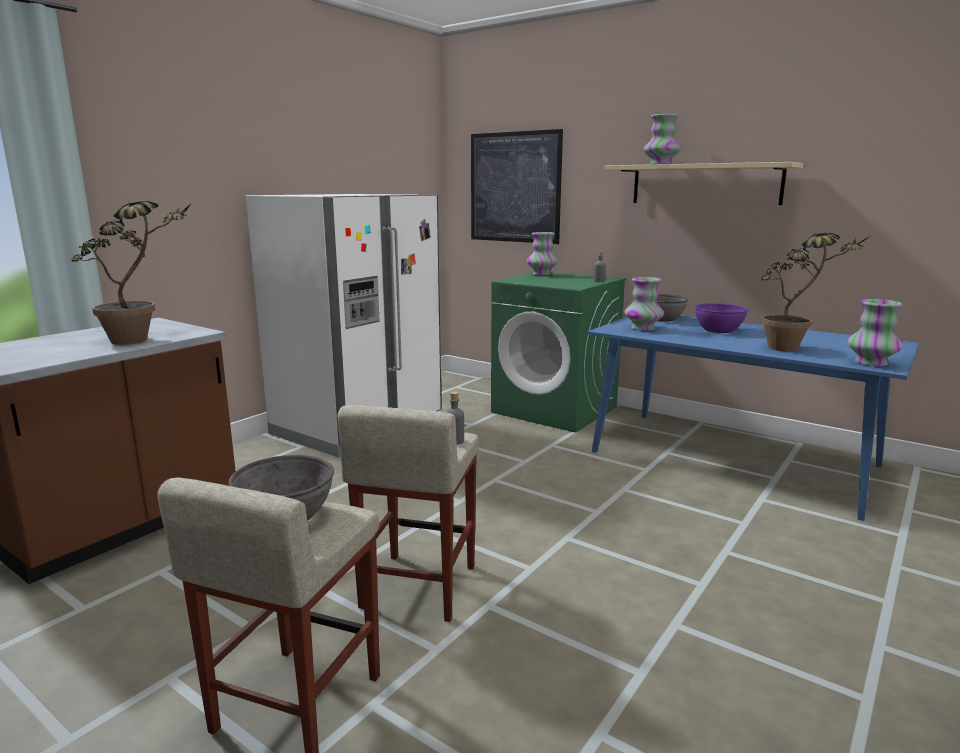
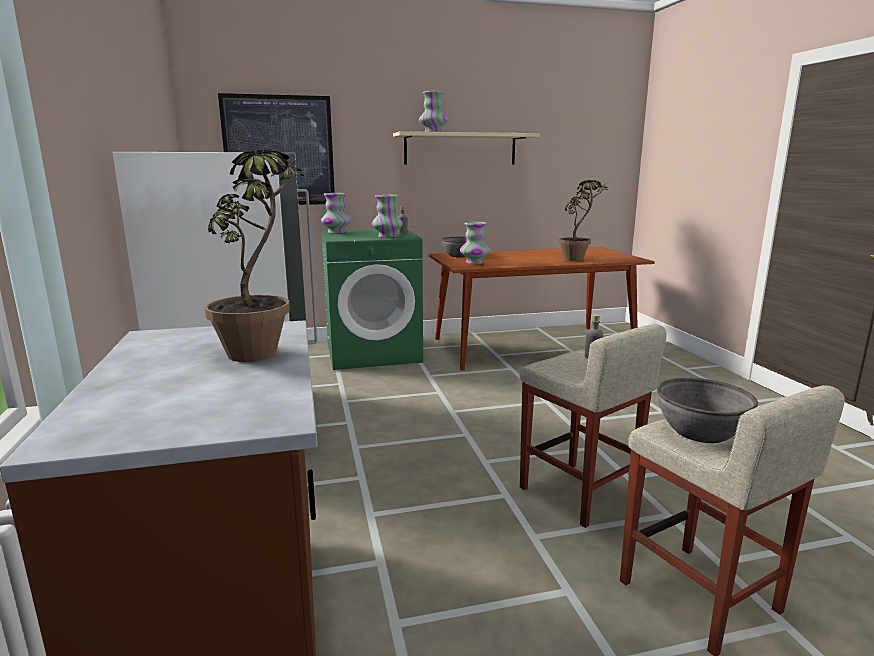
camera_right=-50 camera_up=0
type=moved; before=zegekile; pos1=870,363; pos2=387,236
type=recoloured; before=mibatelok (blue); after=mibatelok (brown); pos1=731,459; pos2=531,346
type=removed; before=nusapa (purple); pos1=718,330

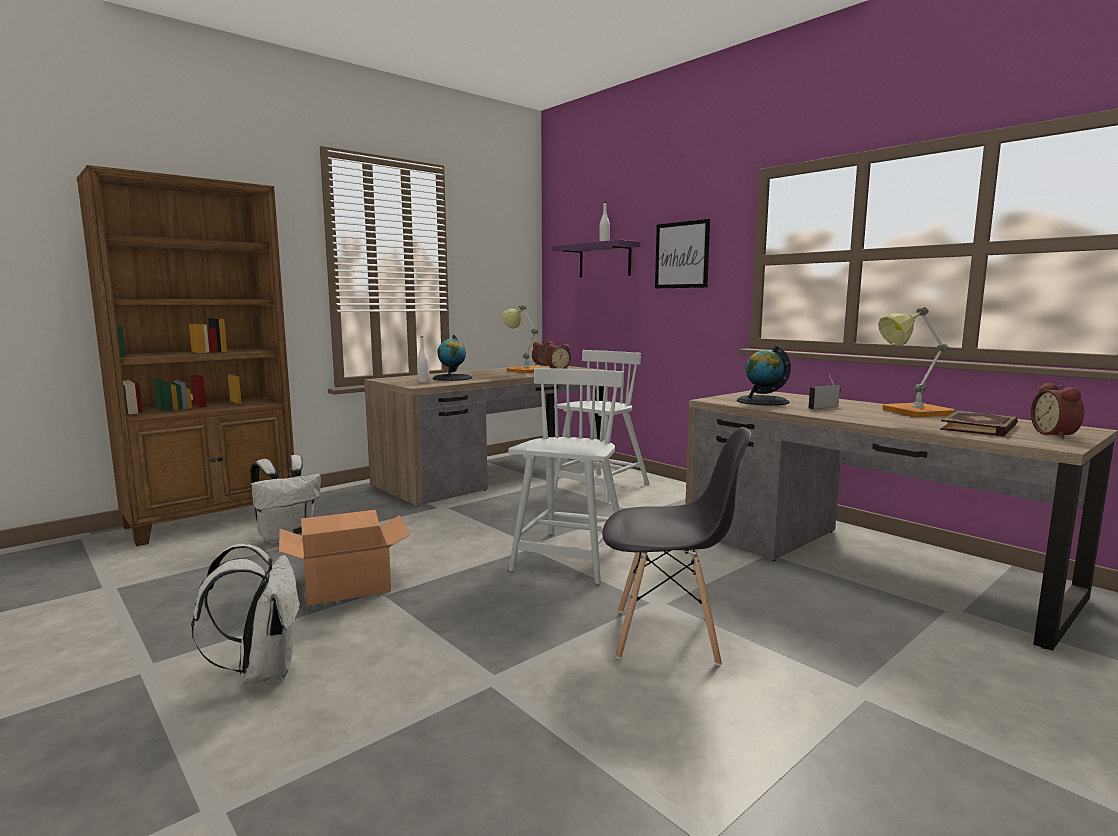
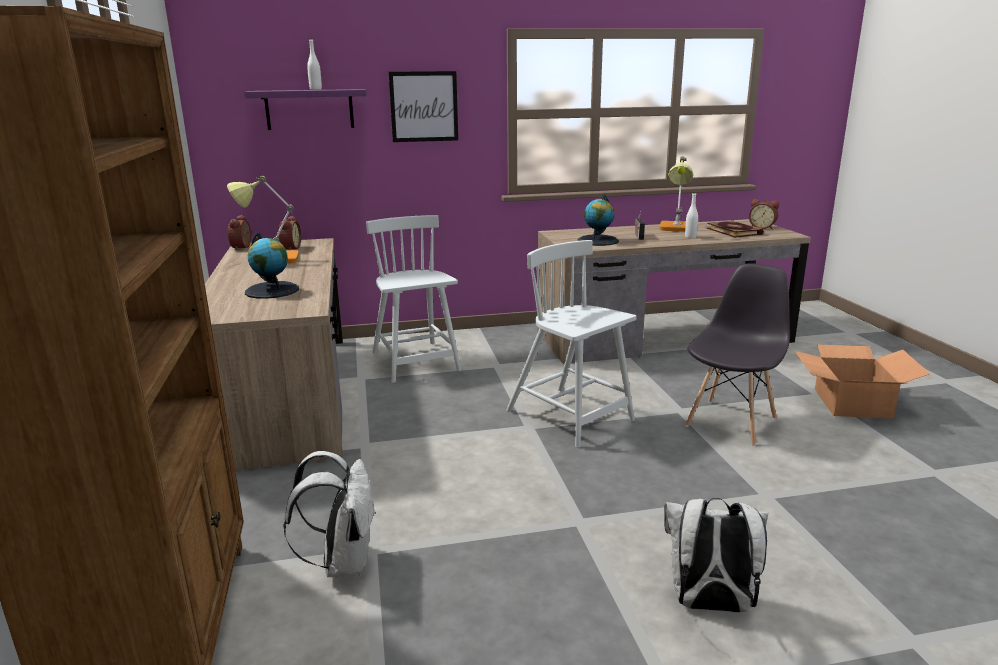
camera_right=-60 camera_up=10
type=moved; before=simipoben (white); pos1=423,381; pos2=690,237
type=moved; before=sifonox; pos1=346,584; pos2=851,403

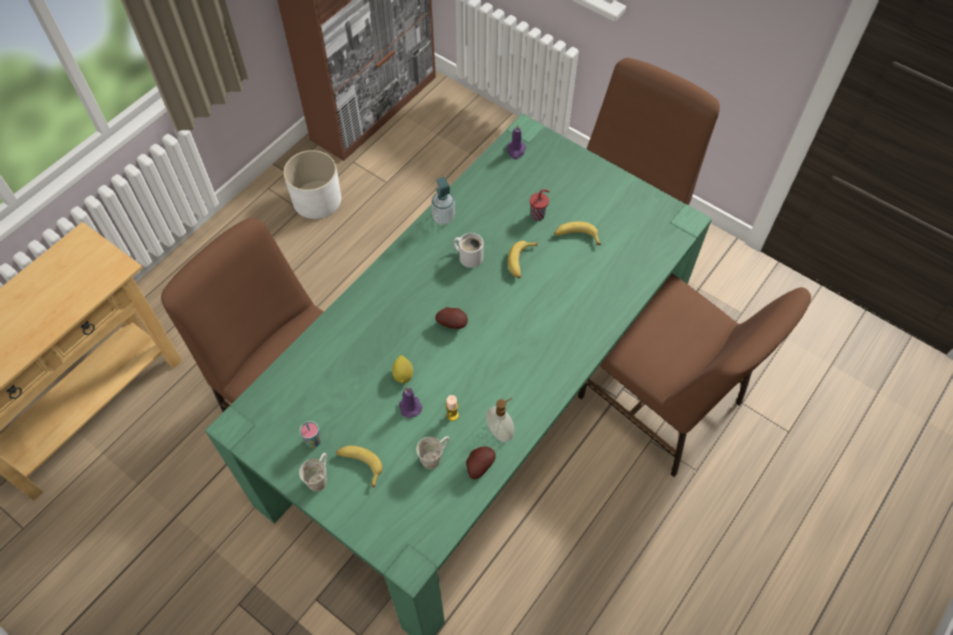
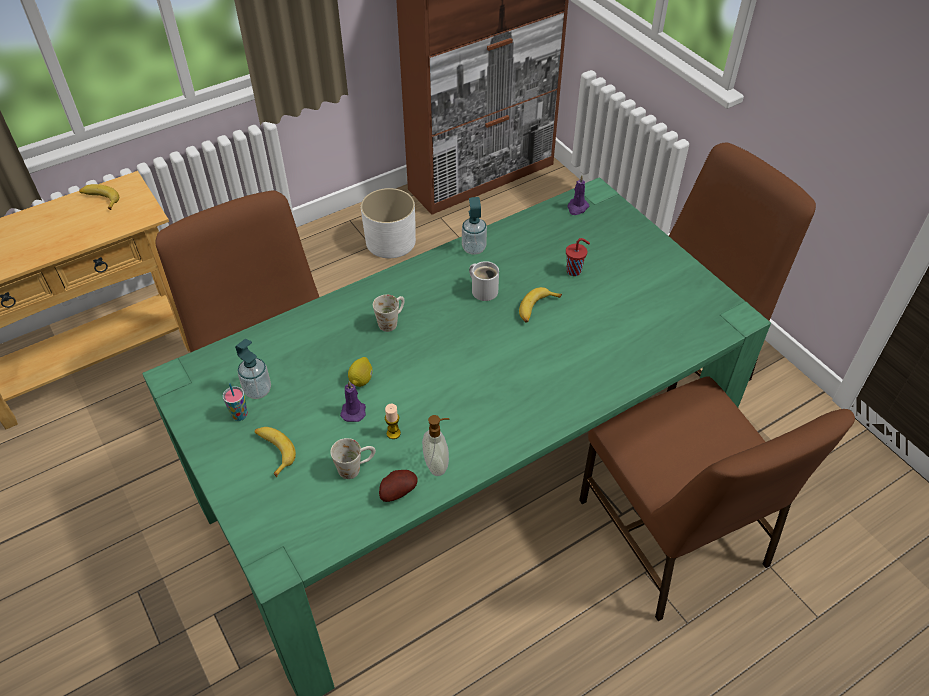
camera_right=20 camera_up=-10
type=moved; before=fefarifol; pos1=576,236; pos2=100,199
type=added; after=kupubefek; pos2=258,390
type=moved; before=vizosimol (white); pos1=319,476; pos2=391,321
type=removed; before=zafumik; pos1=453,323

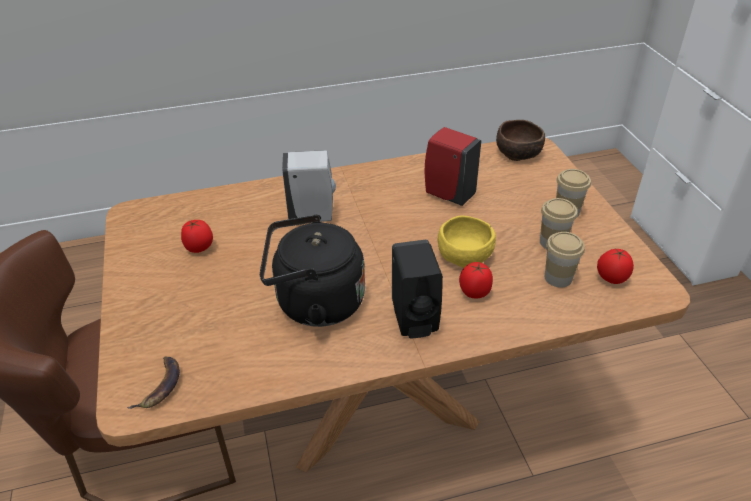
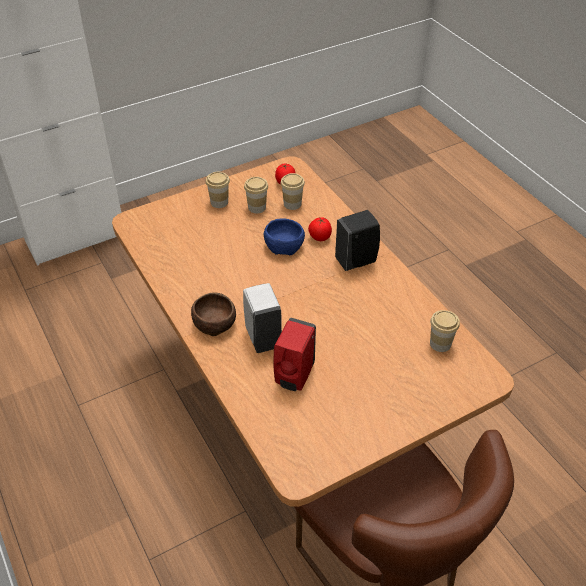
camera_right=-105 camera_up=5
type=moved; before=nusapa (brown); pos1=519,153; pos2=215,322
type=recoloured; before=nusapa (yellow); after=nusapa (blue); pos1=466,255; pos2=283,245
type=moved; before=kupubefek (red); pos1=448,194; pos2=294,377
type=added; after=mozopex; pos2=440,344
type=removed; before=fefarifol; pos1=160,386
type=removed; before=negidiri; pos1=199,248
type=removed; before=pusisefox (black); pos1=314,303

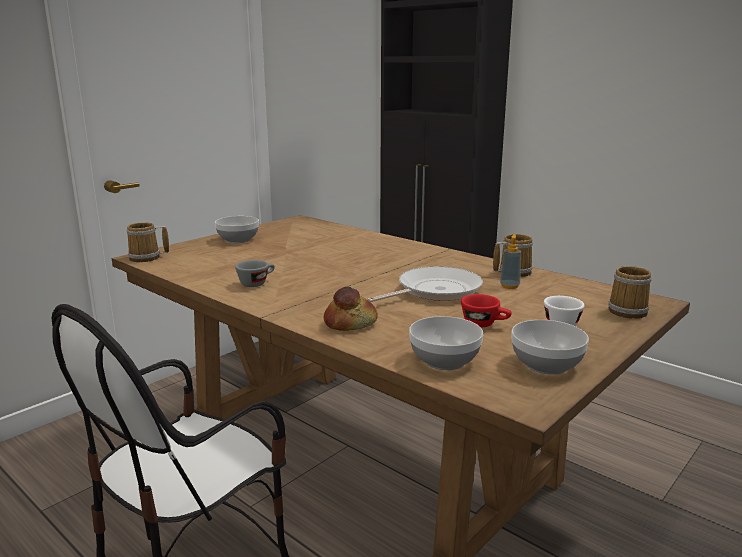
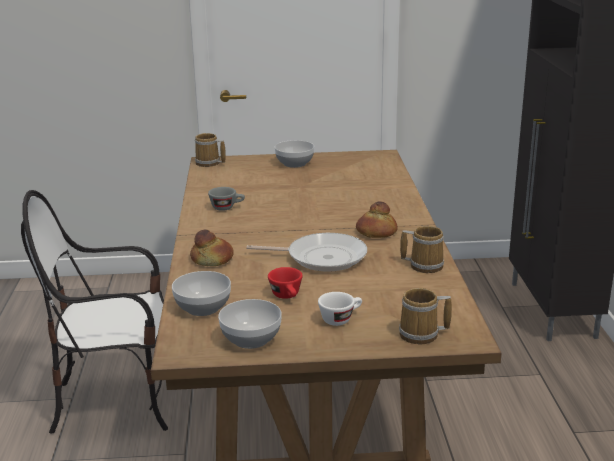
camera_right=45 camera_up=5
type=added; after=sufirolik; pos2=376,232
type=removed; before=kupubefek; pos1=509,286

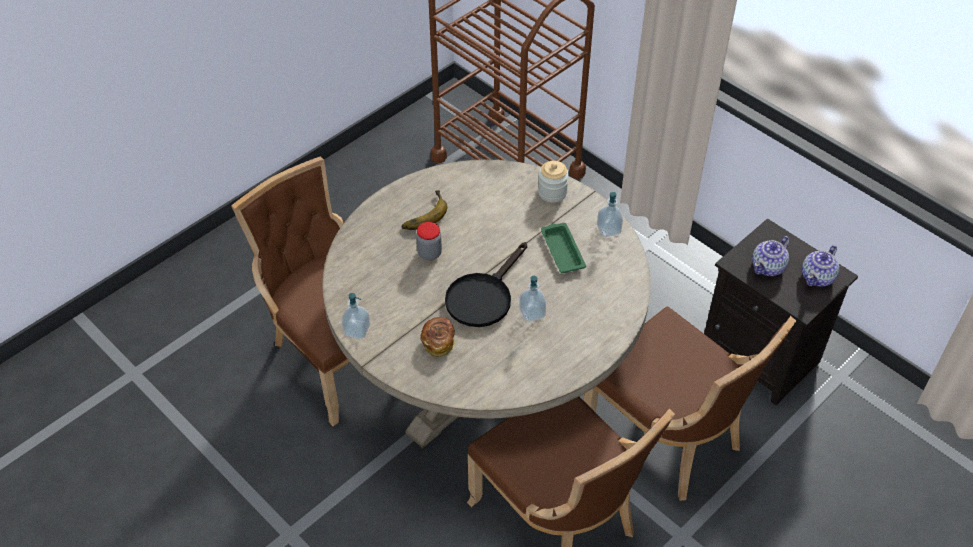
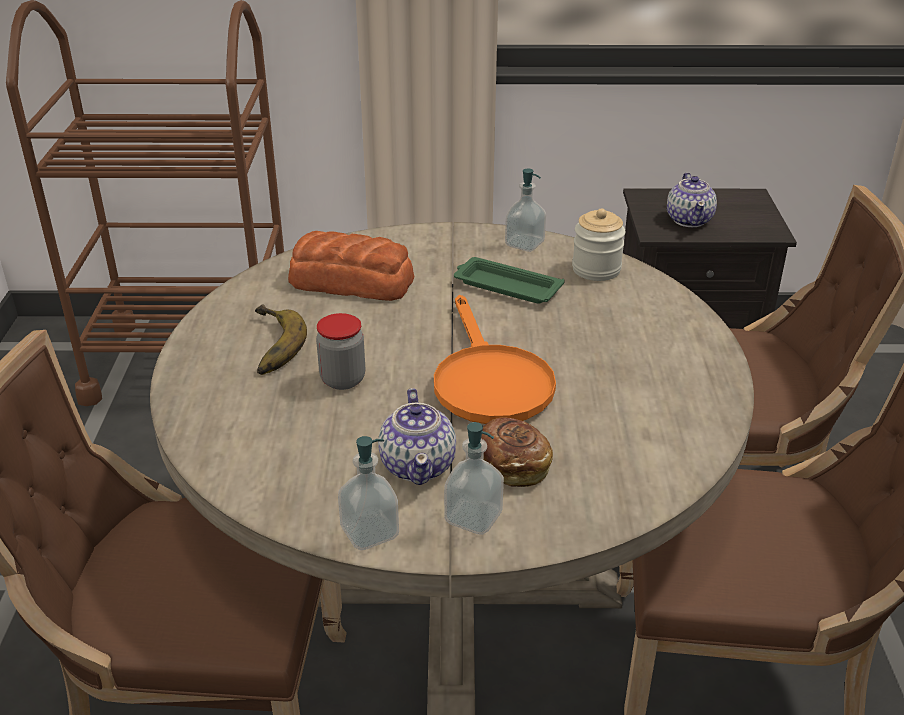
camera_right=-45 camera_up=-15
type=added; after=sufirolik; pos2=350,281
type=moved; before=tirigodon; pos1=818,277; pos2=418,465
type=recoloured; before=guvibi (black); after=guvibi (orange); pos1=483,296; pos2=488,381
type=moved; before=kupubefek; pos1=532,313; pos2=473,517
type=moved; before=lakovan; pos1=552,192; pos2=596,269

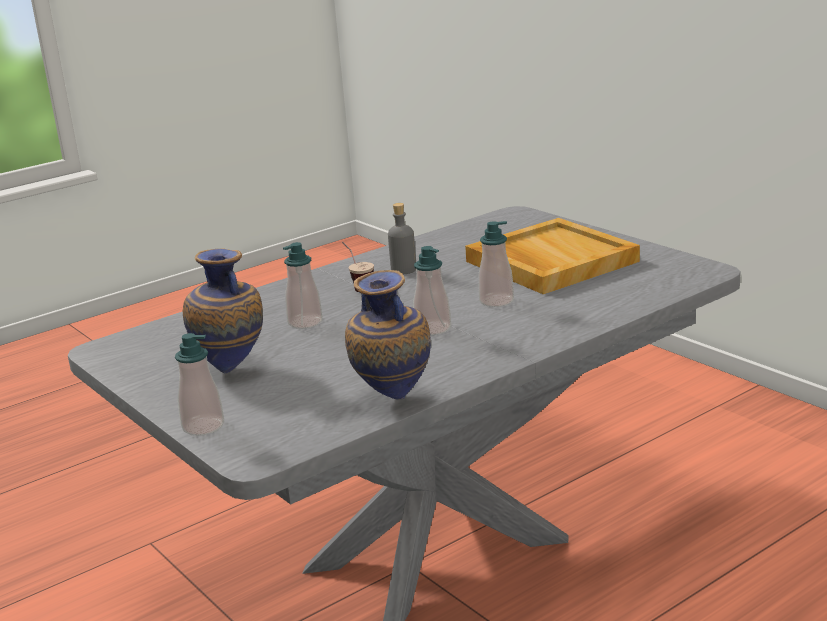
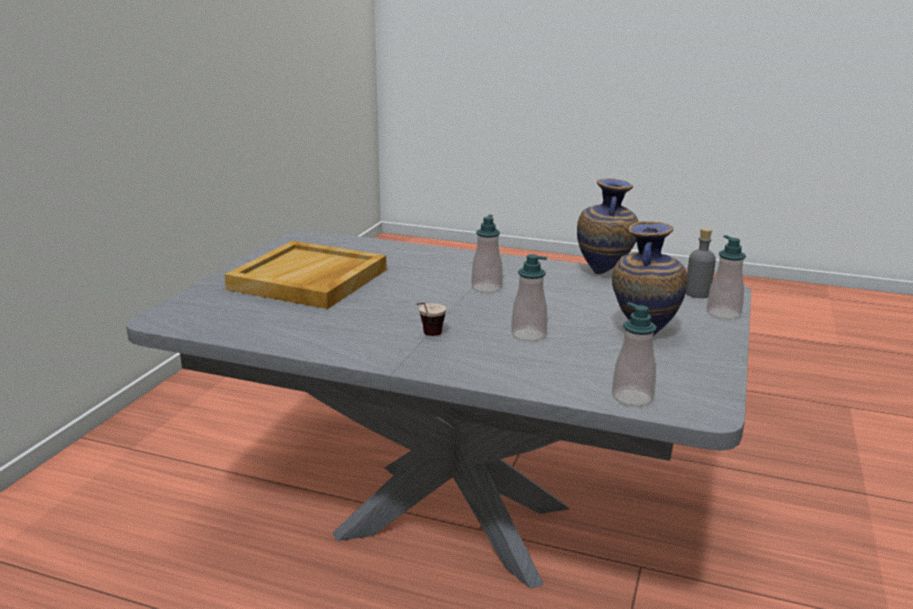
camera_right=-125 camera_up=0
type=moved; before=kupubefek; pos1=496,301; pos2=632,397
type=moved; before=simipoben (grey); pos1=403,270; pos2=697,293

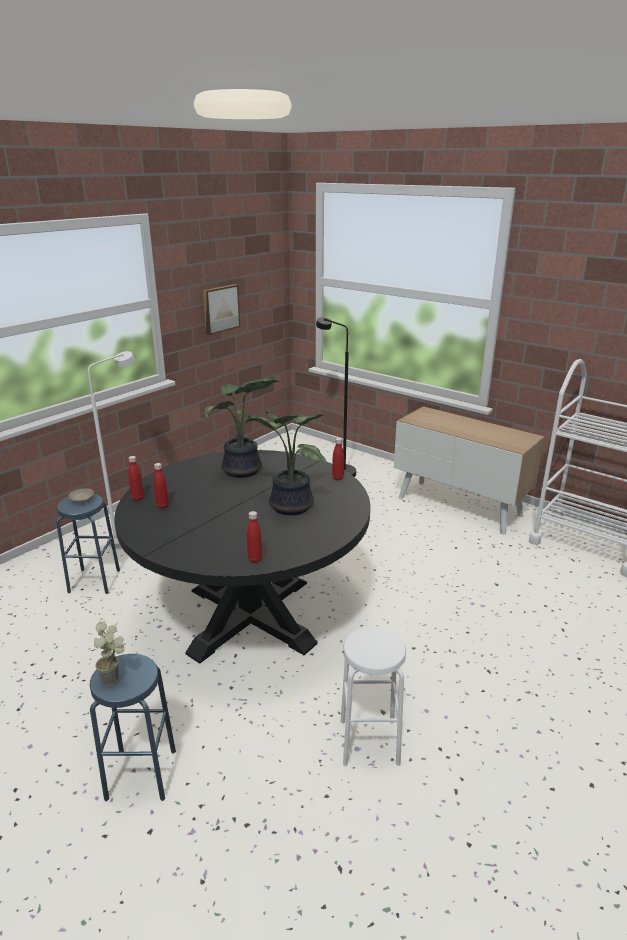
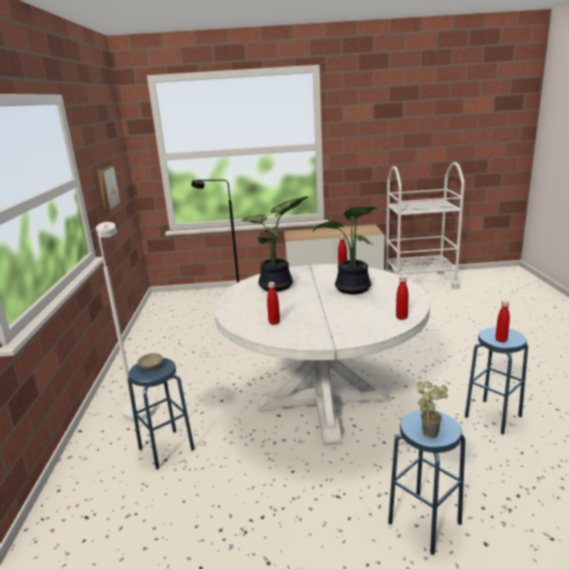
camera_right=-40 camera_up=-5
type=recoloured; before=mibatelok (black); after=mibatelok (white); pos1=251,616; pos2=323,401
type=recoloured; before=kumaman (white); after=kumaman (blue); pos1=369,742; pos2=493,416
type=moved; before=simipoben (red); pos1=137,498; pos2=501,340

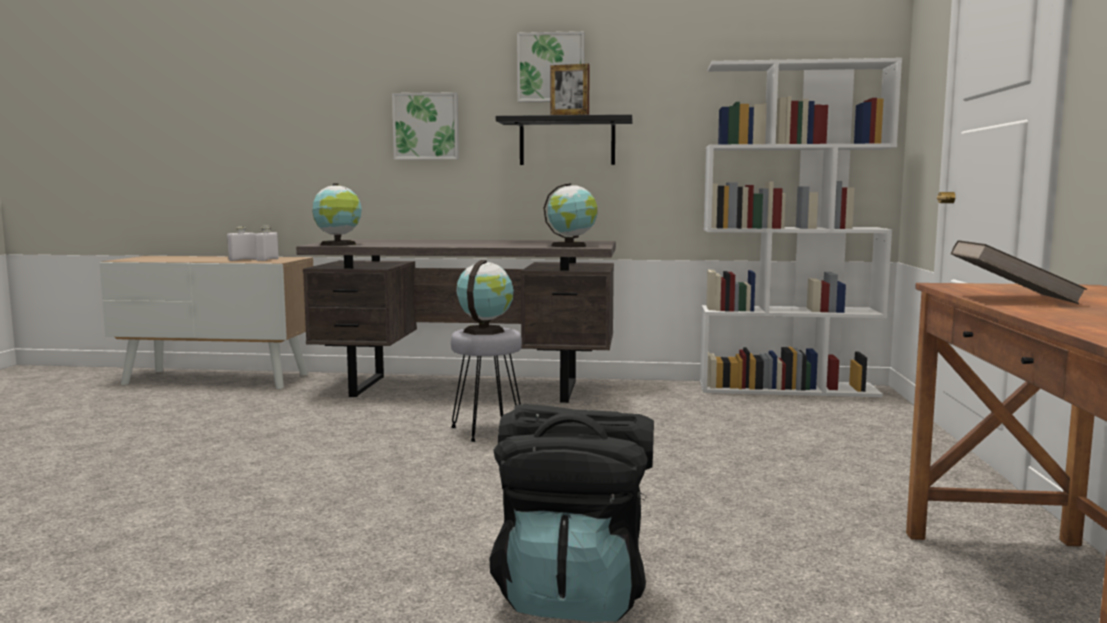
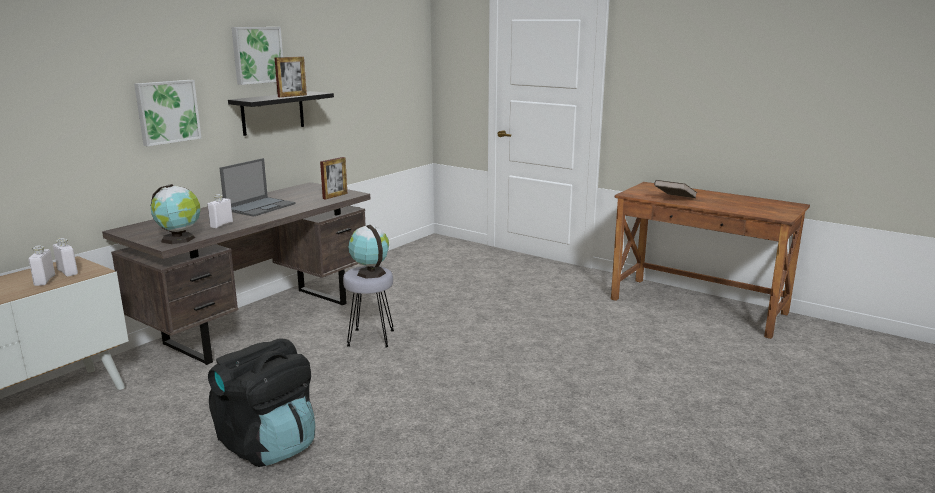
camera_right=-60 camera_up=10
type=added; after=simipoben (white); pos2=221,225
type=moved; before=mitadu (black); pos1=574,593; pos2=268,444
type=added; after=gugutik; pos2=260,207
type=replaced; before=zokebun; after=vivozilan; pos1=571,246; pos2=335,196
type=removed; before=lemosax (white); pos1=788,389

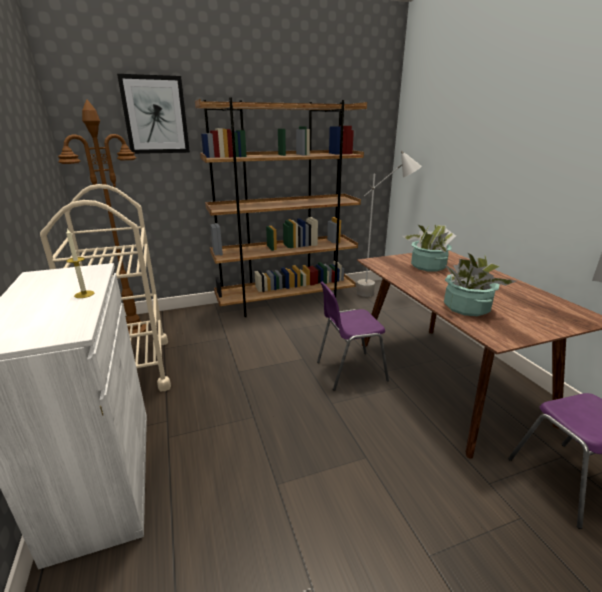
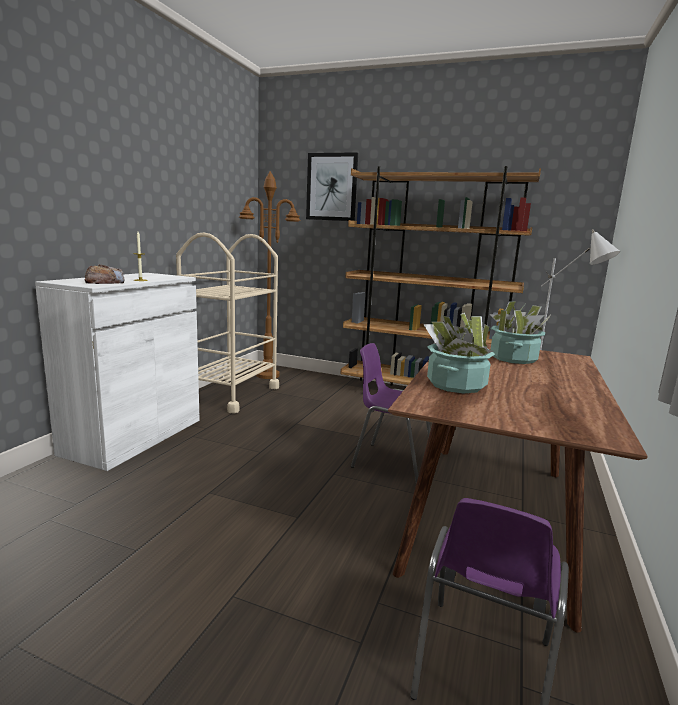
camera_right=40 camera_up=-10
type=added; after=sufirolik; pos2=104,282

